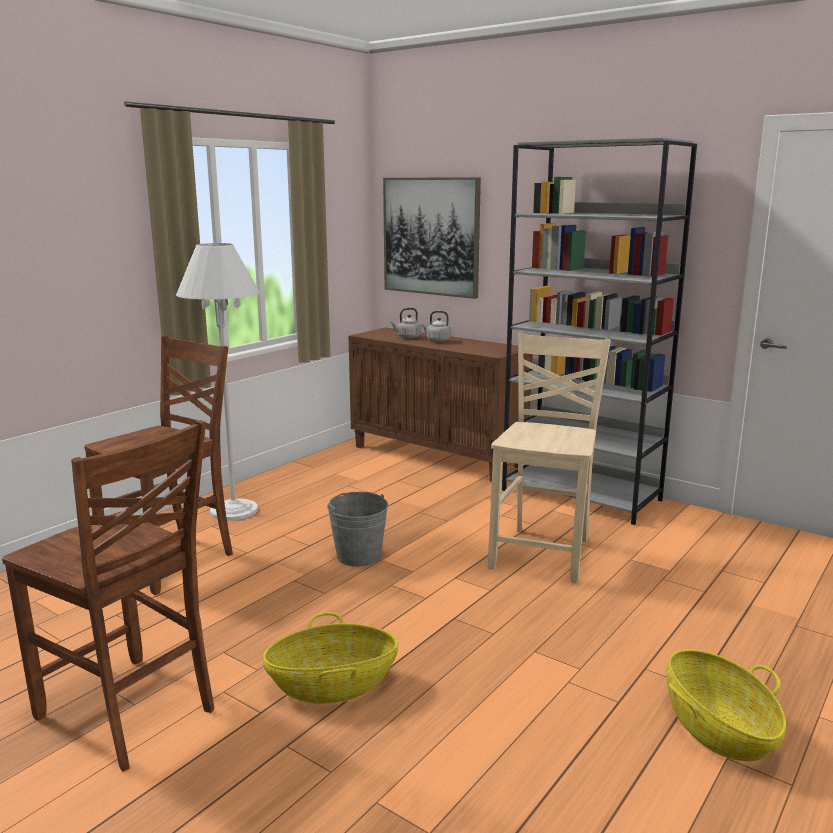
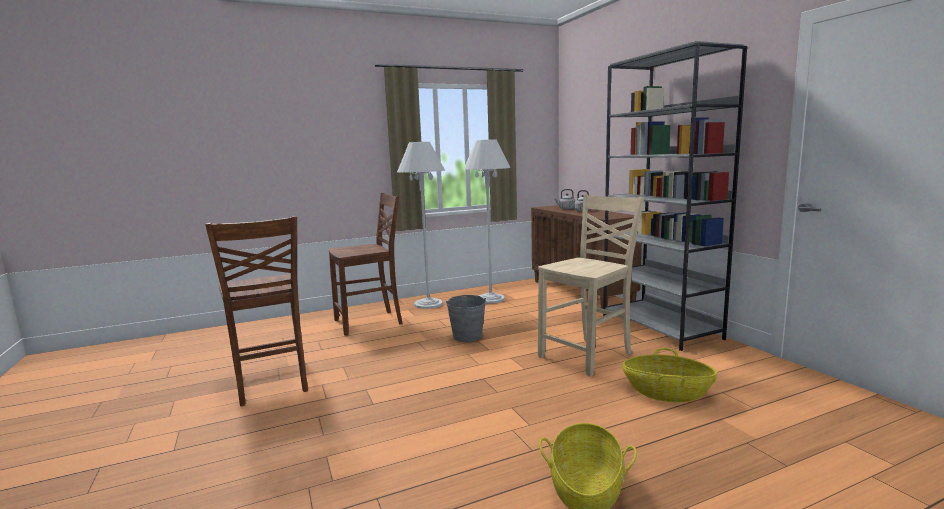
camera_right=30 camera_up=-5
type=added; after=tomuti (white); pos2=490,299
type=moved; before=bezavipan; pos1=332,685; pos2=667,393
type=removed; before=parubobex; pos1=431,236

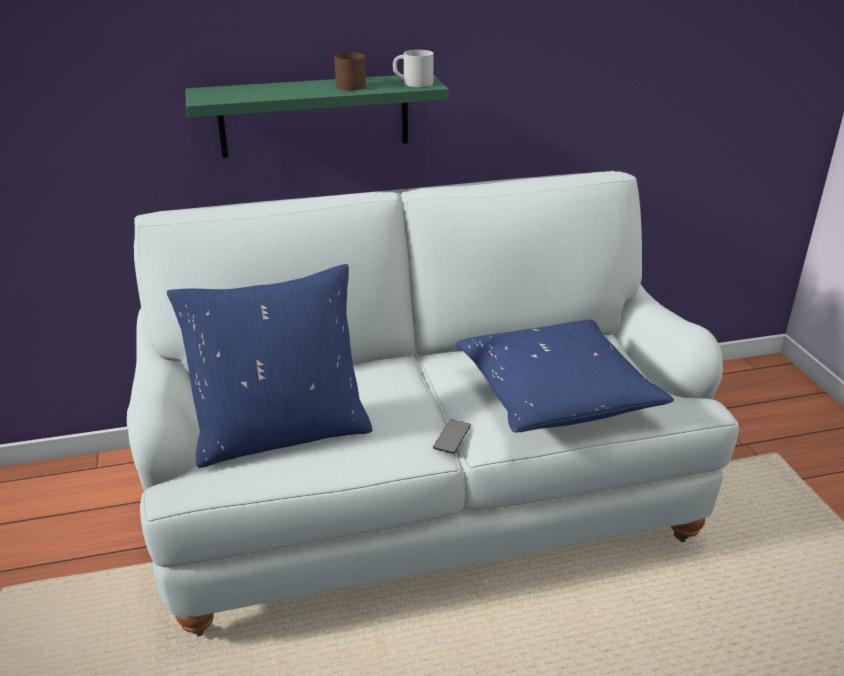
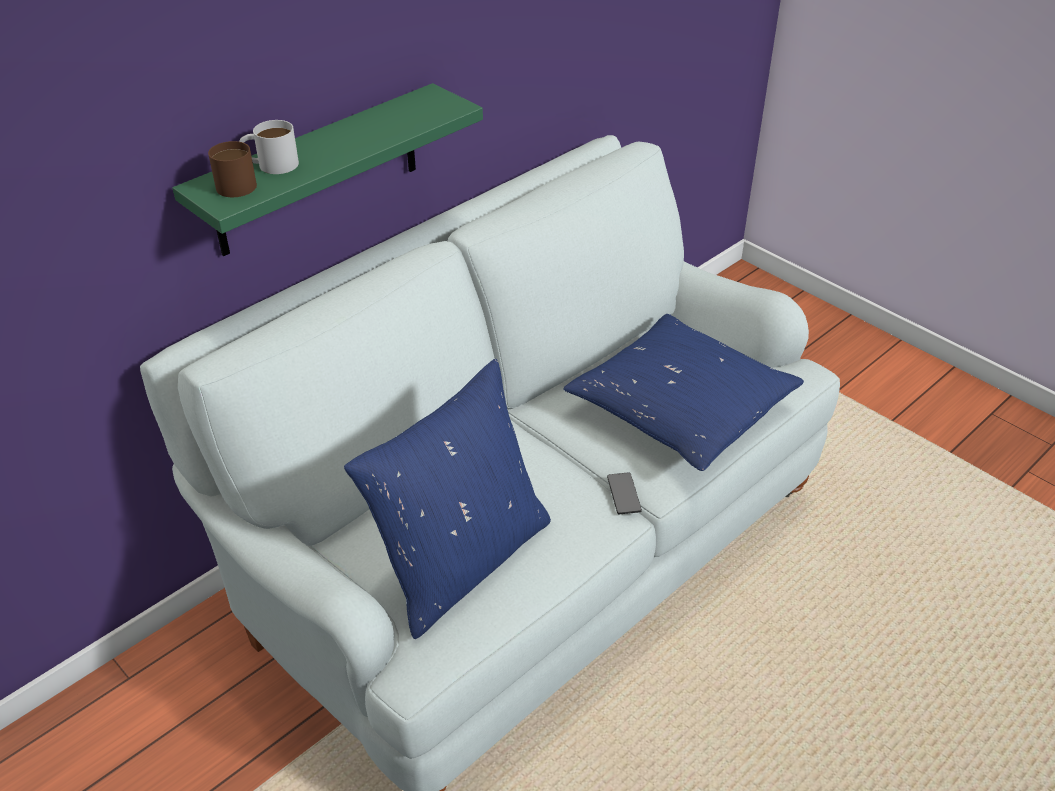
camera_right=-30 camera_up=10
type=moved; before=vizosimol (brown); pos1=350,85; pos2=232,183
type=moved; before=vizosimol (white); pos1=412,82; pos2=270,164

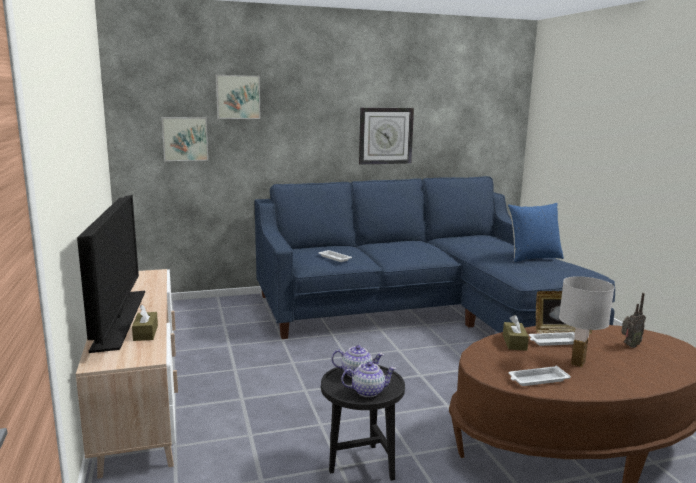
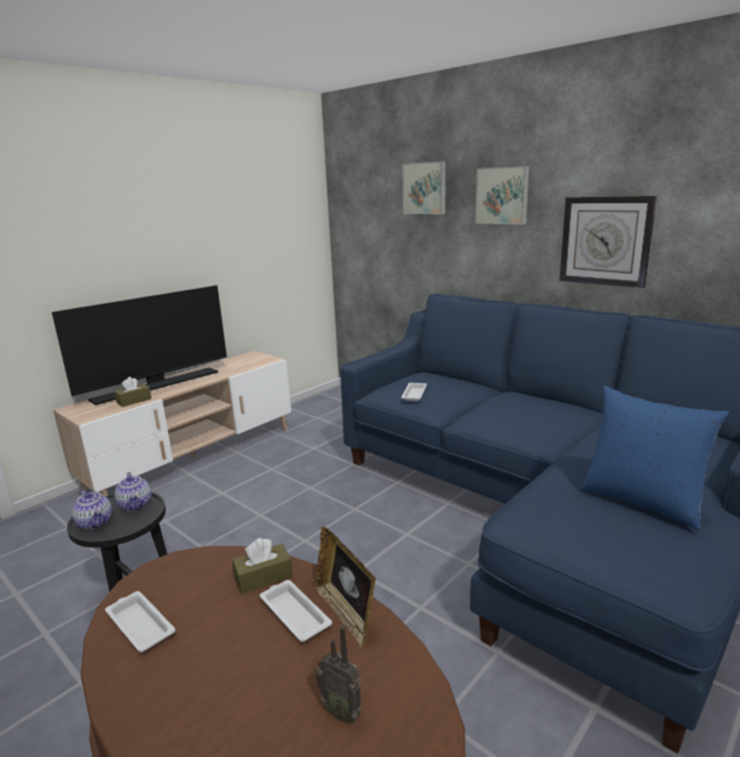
camera_right=60 camera_up=5
type=moved; before=parubobex; pos1=185,139; pos2=502,195
type=removed; before=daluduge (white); pos1=578,363

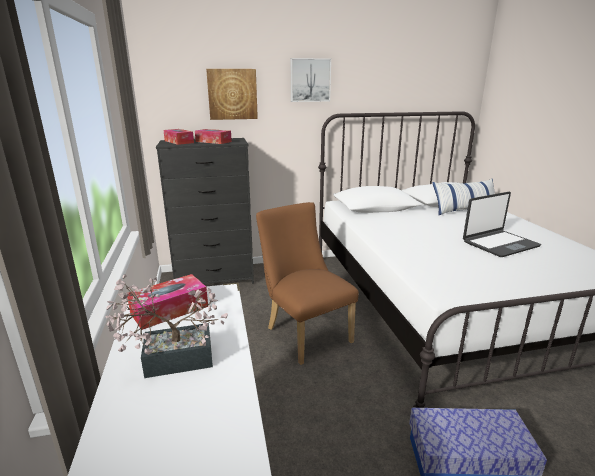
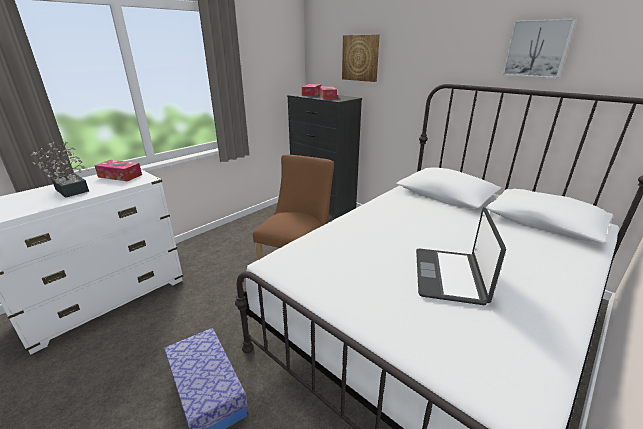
camera_right=55 camera_up=5
type=turned; before=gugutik; pos1=499,244; pos2=450,276; turn=75
type=moved; before=parubobex; pos1=310,80; pos2=537,48
type=removed; before=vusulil; pos1=464,210

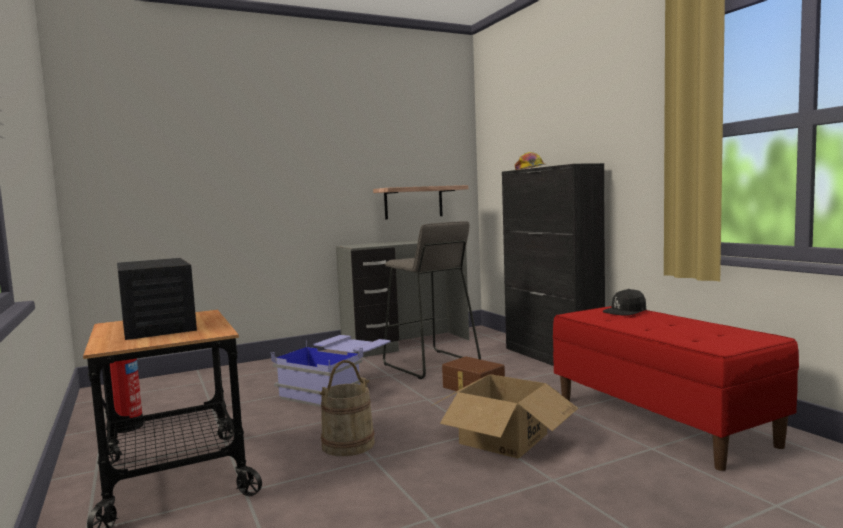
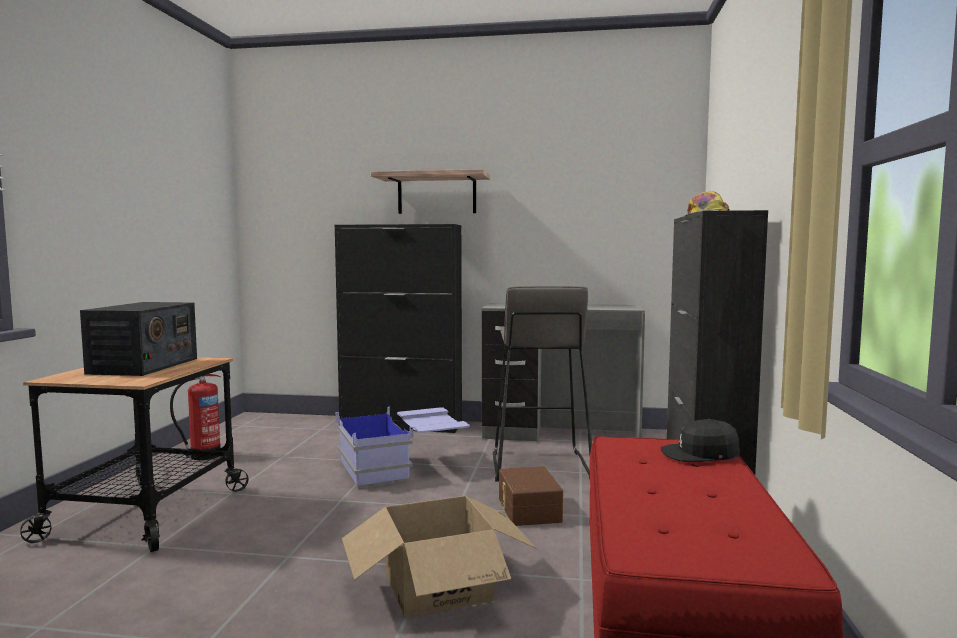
camera_right=35 camera_up=0
type=added; after=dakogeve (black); pos2=402,425
type=moved; before=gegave; pos1=413,202; pos2=437,194
type=removed; before=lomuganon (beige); pos1=348,444

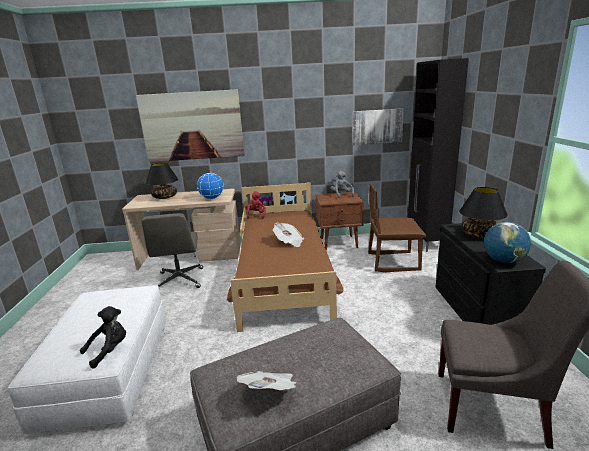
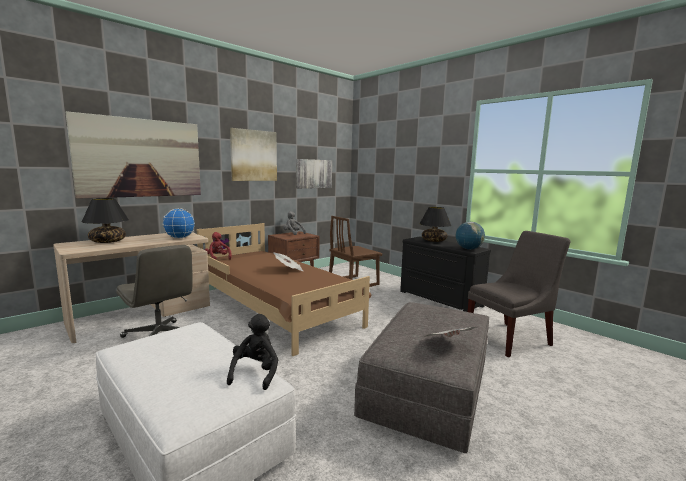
camera_right=-40 camera_up=-10
type=added; after=parubobex; pos2=253,155
type=removed; before=dakogeve (black); pos1=426,241

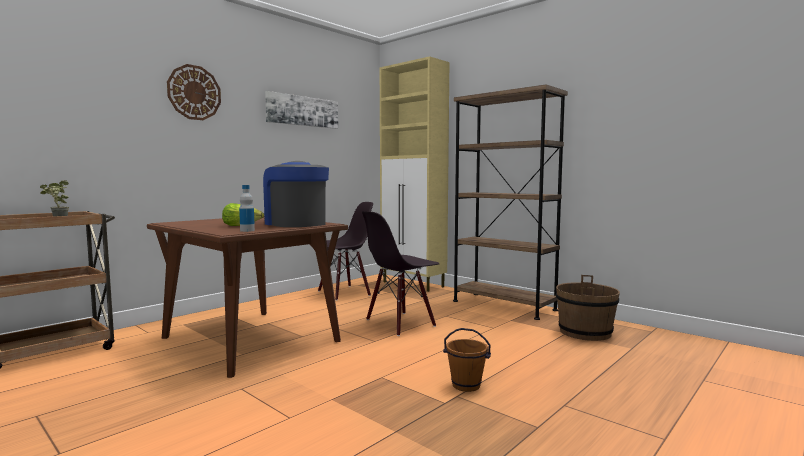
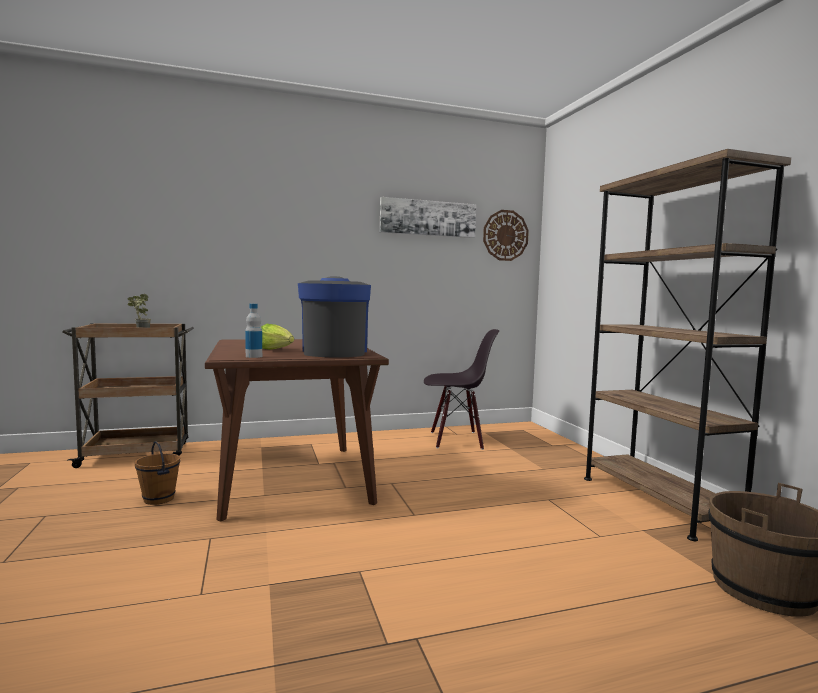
camera_right=30 camera_up=0
type=moved; before=lomuganon (brown); pos1=466,385; pos2=159,499
type=moved; before=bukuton; pos1=194,92; pos2=505,235
type=removed; before=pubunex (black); pos1=400,323
type=removed; before=dakogeve (beige); pos1=413,284

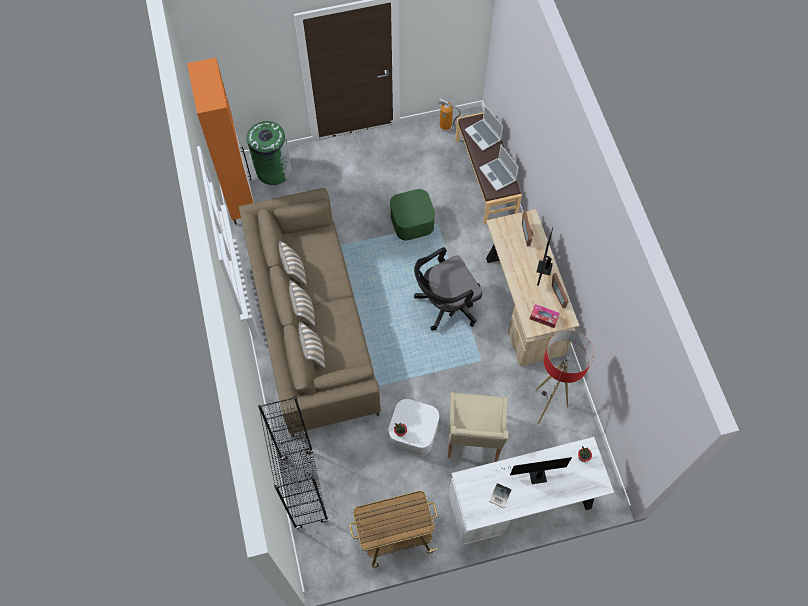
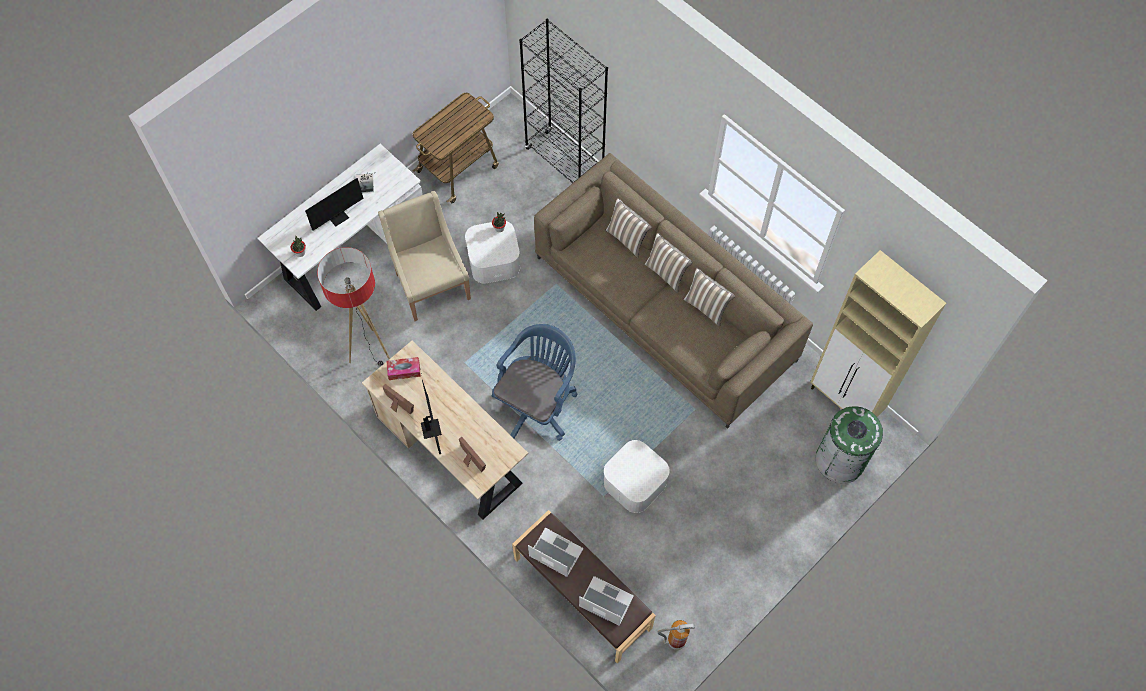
camera_right=150 camera_up=0
type=recoloured; before=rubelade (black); after=rubelade (blue); pos1=445,304; pos2=537,403
type=recoloured; before=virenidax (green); after=virenidax (white); pos1=412,221; pos2=635,483
type=recoloured; before=dakogeve (orange); after=dakogeve (beige); pos1=241,200; pos2=845,402

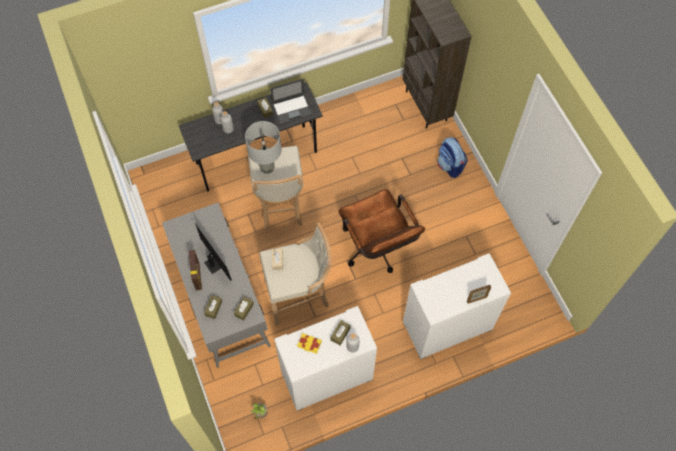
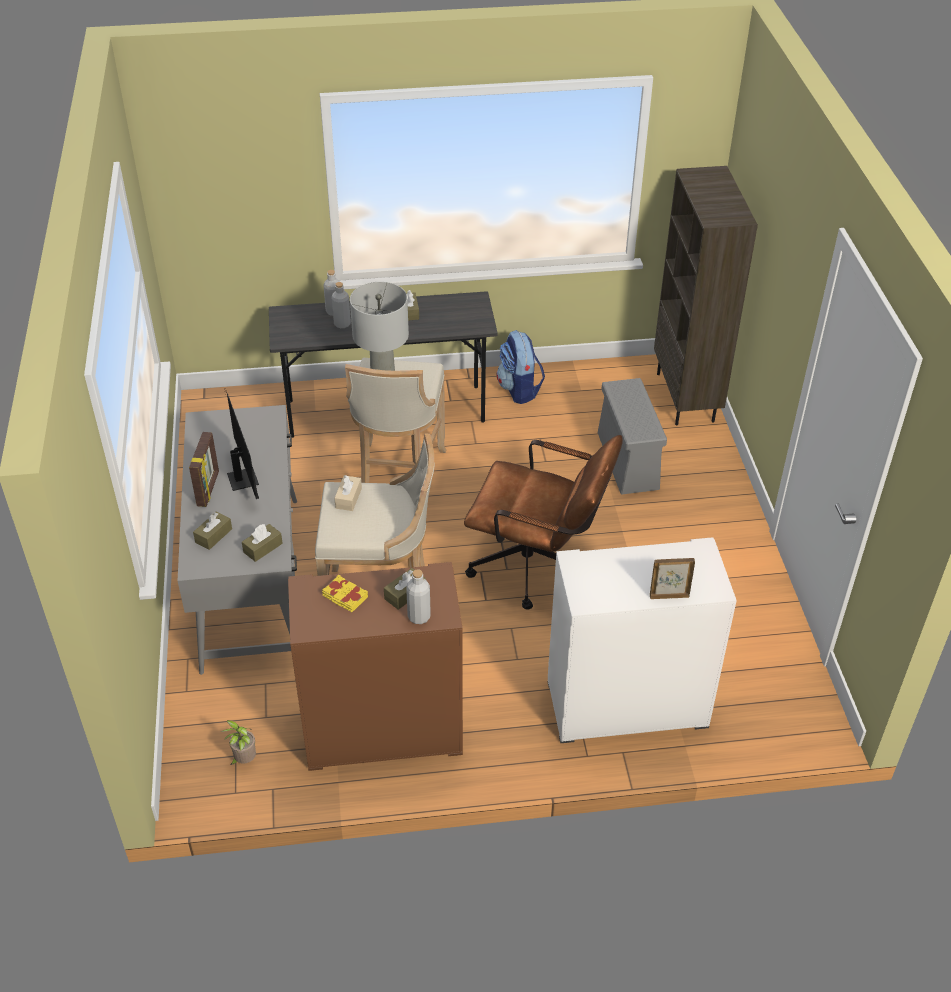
camera_right=15 camera_up=-20
type=recoloured; before=dakogeve (white); after=dakogeve (brown); pos1=326,376; pos2=382,731
type=turned; before=rubelade (brown); pos1=377,249; pos2=538,567; turn=-60
type=moved; before=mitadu; pos1=450,166; pos2=519,389
type=added; after=virenidax (grey); pos2=628,462
type=removed; before=gugutik; pos1=292,109

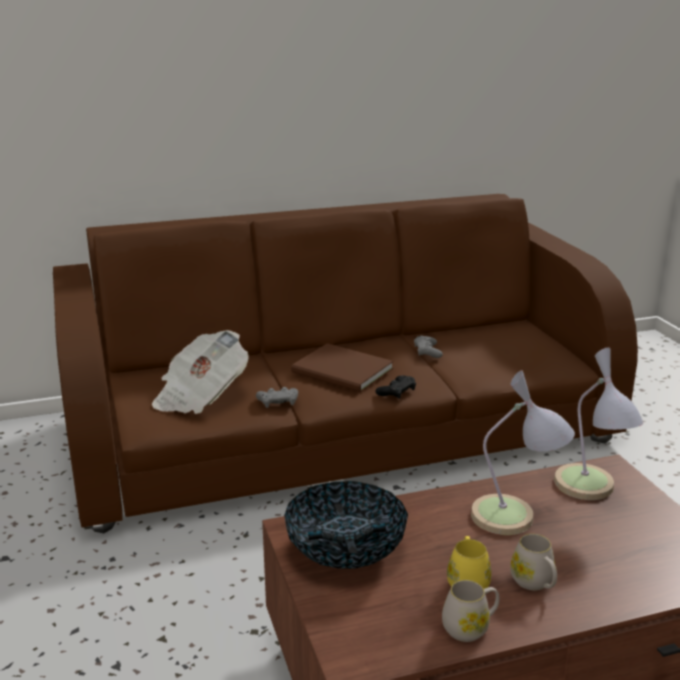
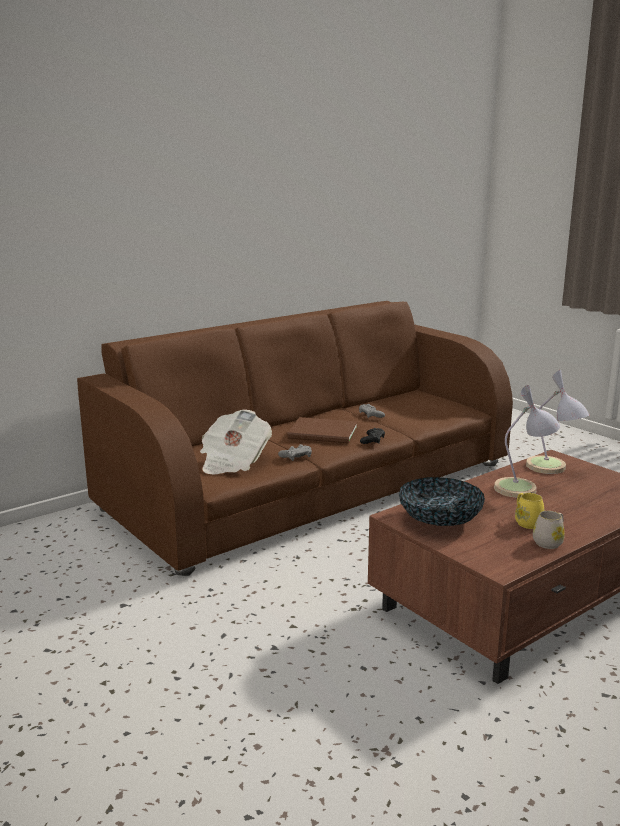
camera_right=-20 camera_up=-5
type=removed; before=vizosimol (white); pos1=535,583

